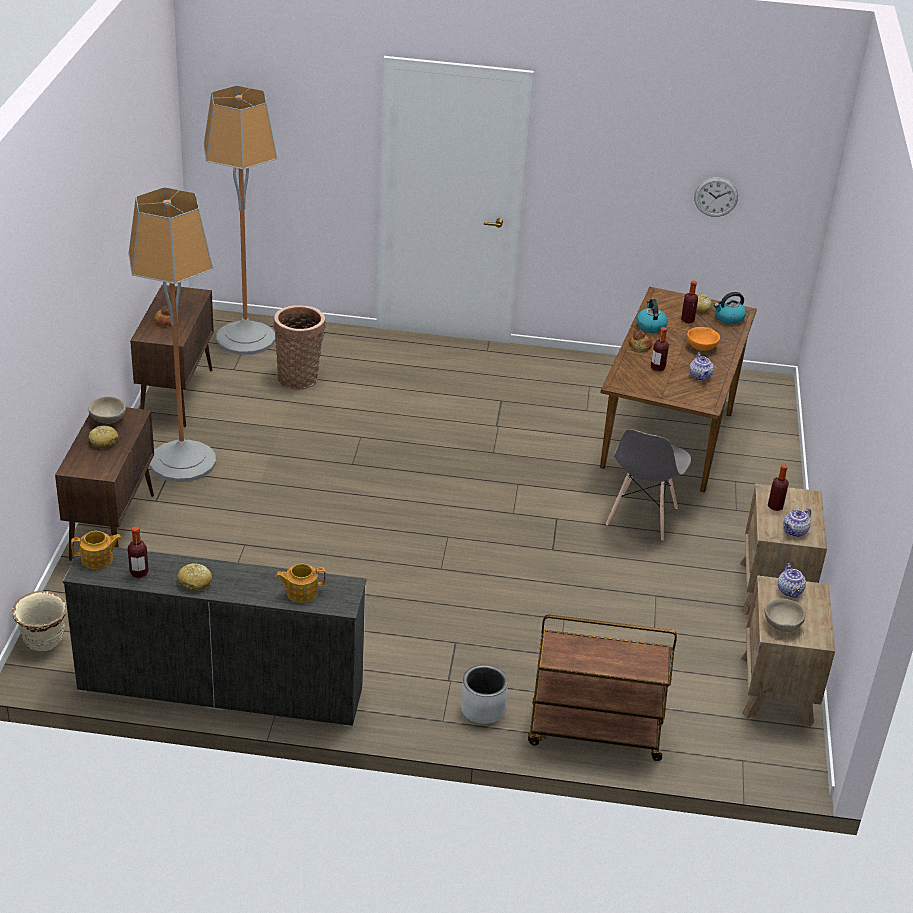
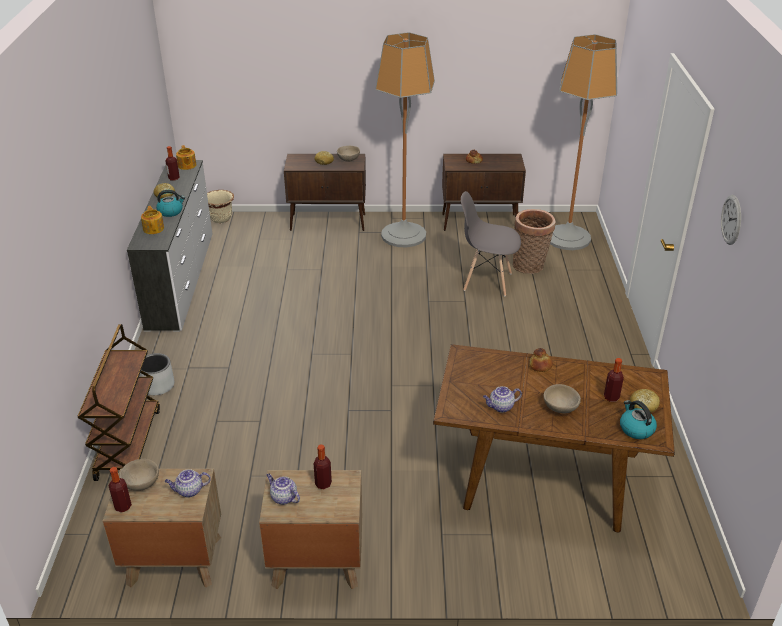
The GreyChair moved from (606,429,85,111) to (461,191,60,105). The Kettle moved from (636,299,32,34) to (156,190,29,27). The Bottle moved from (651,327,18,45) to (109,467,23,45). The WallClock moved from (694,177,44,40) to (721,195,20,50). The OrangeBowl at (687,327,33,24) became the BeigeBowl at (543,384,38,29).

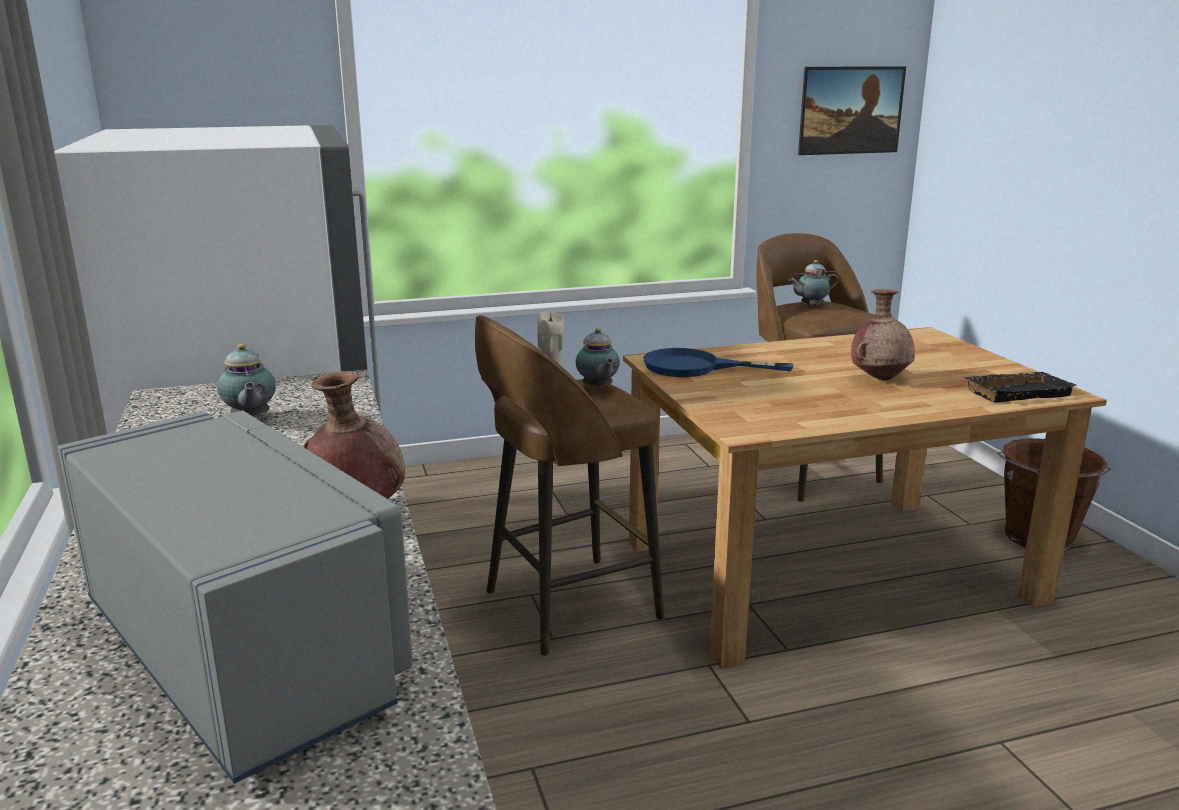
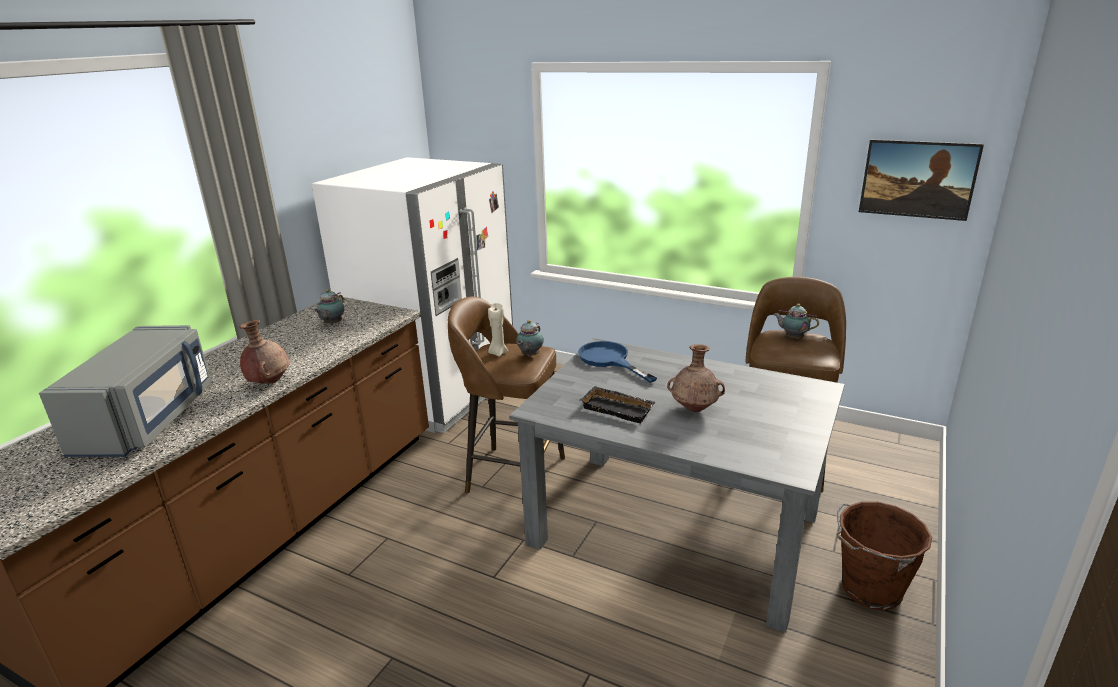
The BlackTray moved from (965,372,111,30) to (580,386,76,37). The BrownDiningTable at (623,327,484,341) became the GreyDiningTable at (509,338,336,295).

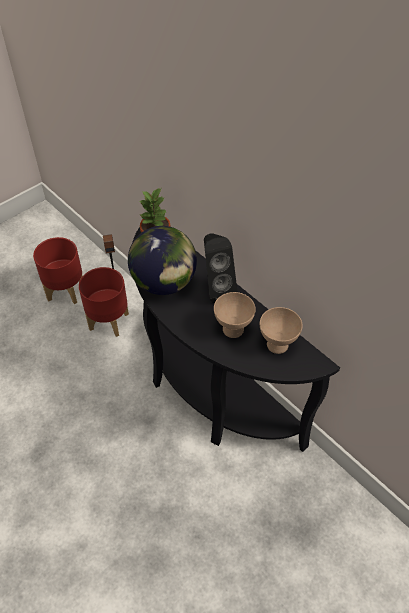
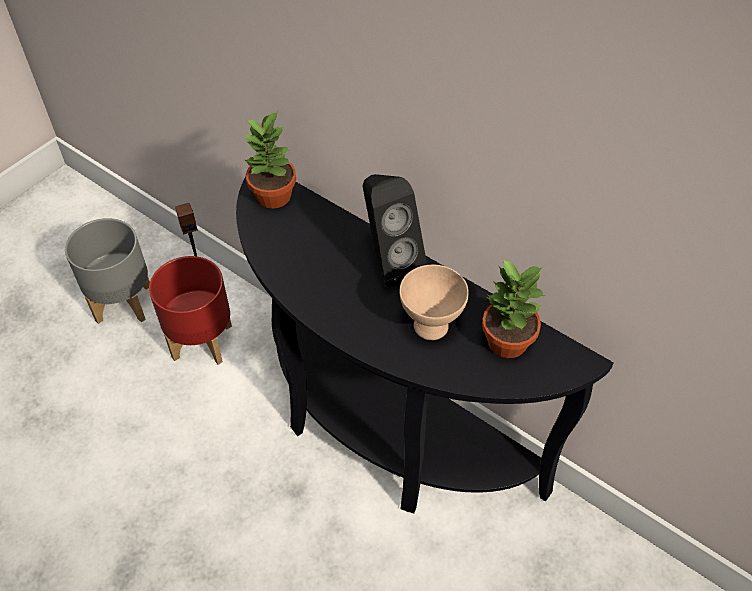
The Globe at (128,226,69,69) disappeared. The BeigeBowl at (260,307,43,47) was replaced by the PottedPlant at (482,259,63,99). The RedPlanter at (33,237,50,67) became the GreyPlanter at (65,218,85,106).

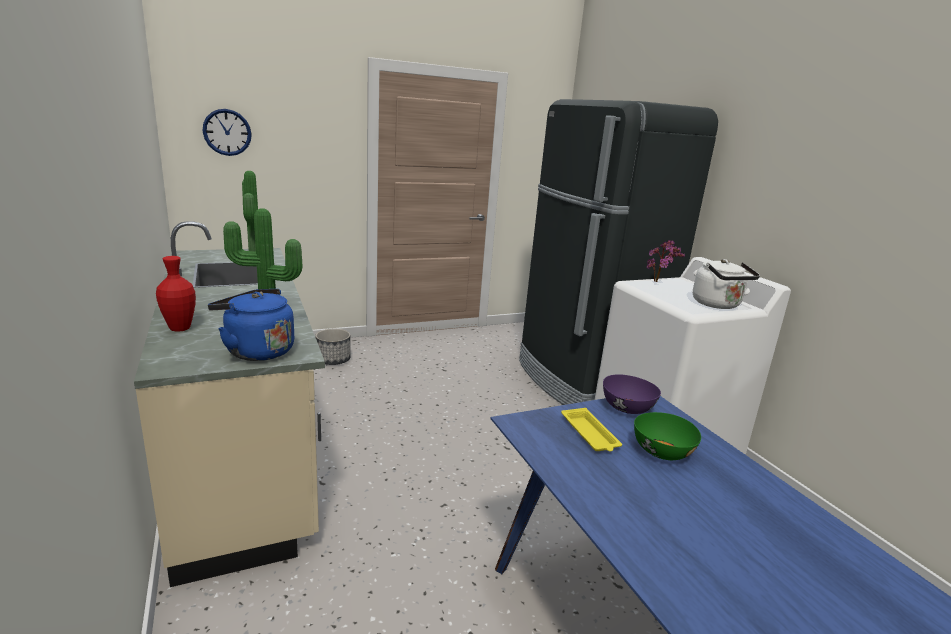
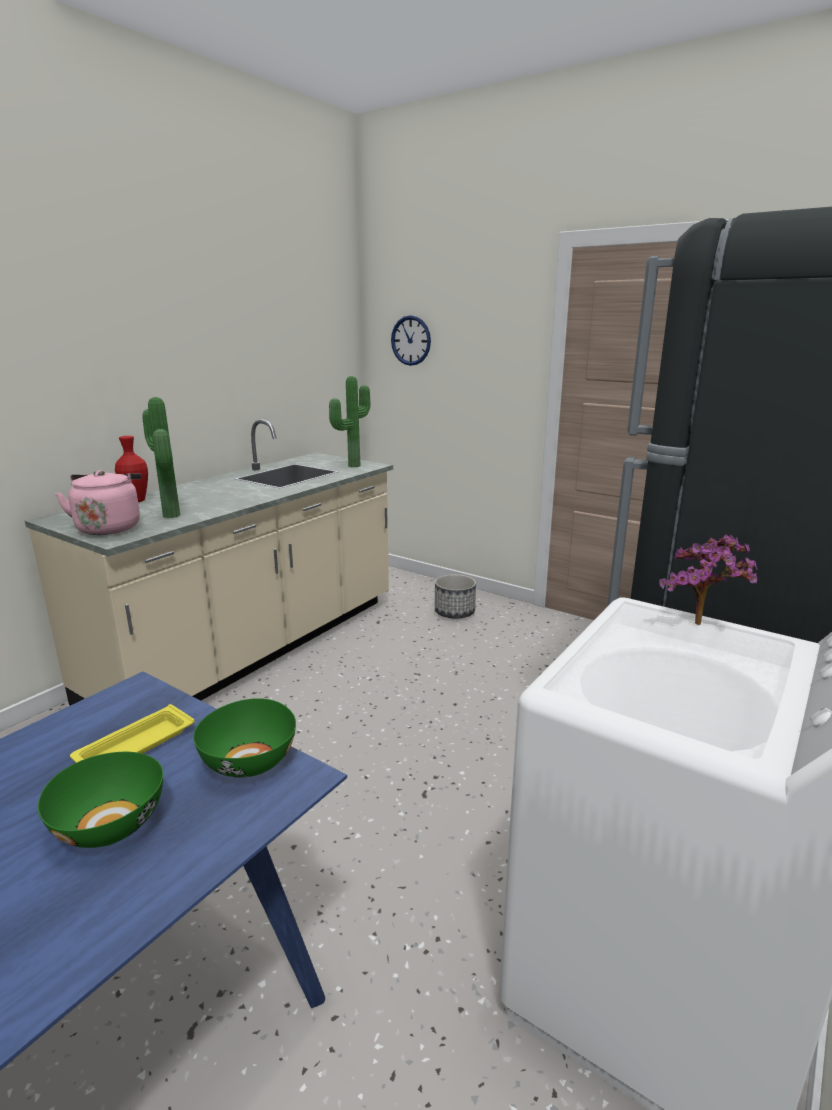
The WhiteKettle at (693,259,67,50) disappeared. The BlueKettle at (208,289,86,72) became the PinkKettle at (55,470,86,65). The PurpleBowl at (603,374,58,40) became the GreenBowl at (193,698,103,79).

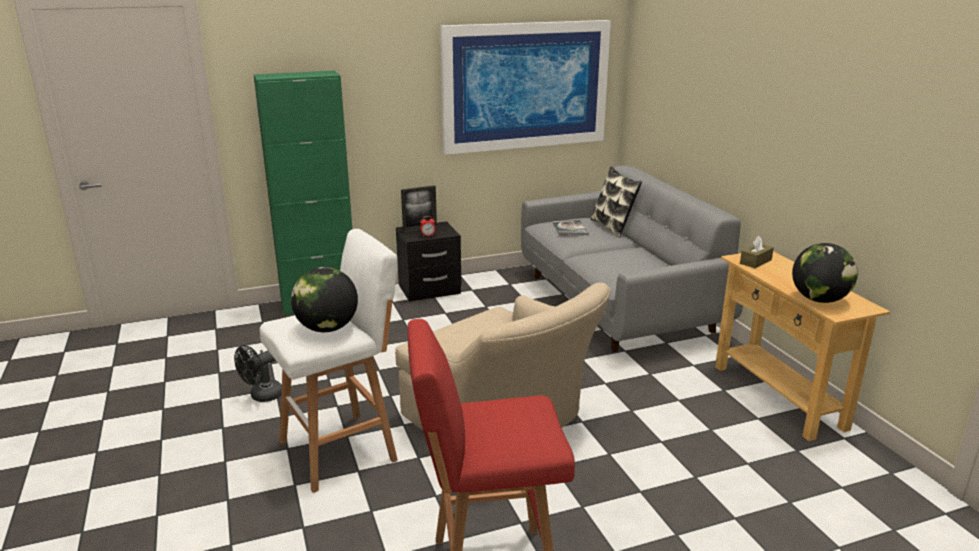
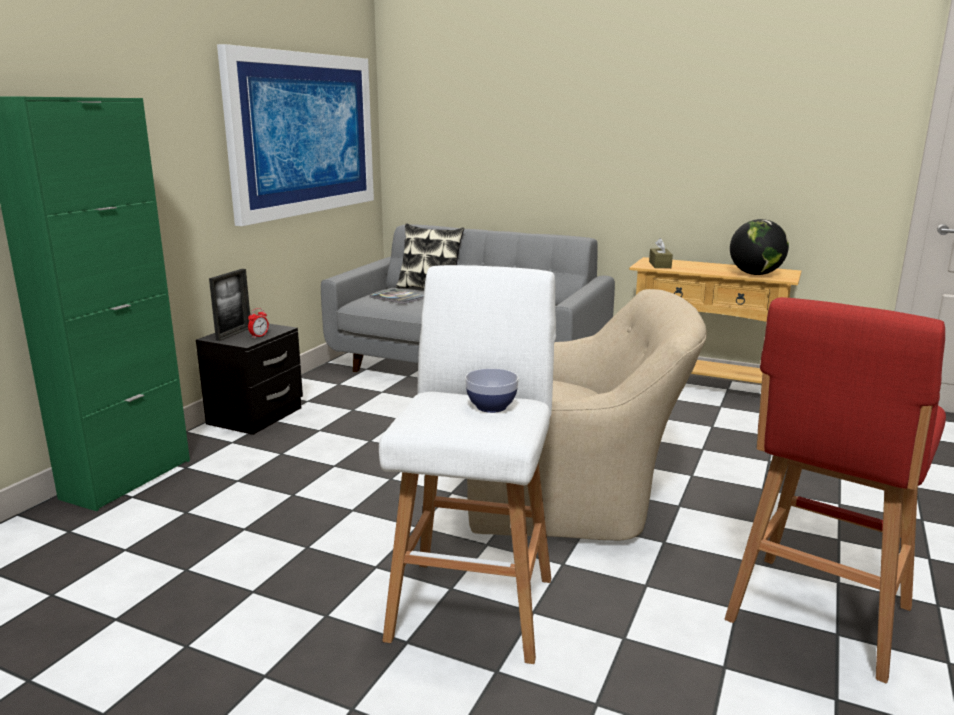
The BlackFan at (234,345,48,57) disappeared. The Globe at (291,267,67,65) was replaced by the Bowl at (465,369,54,44).

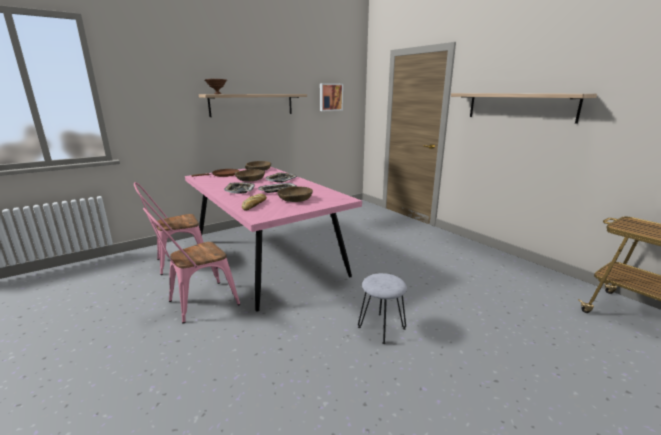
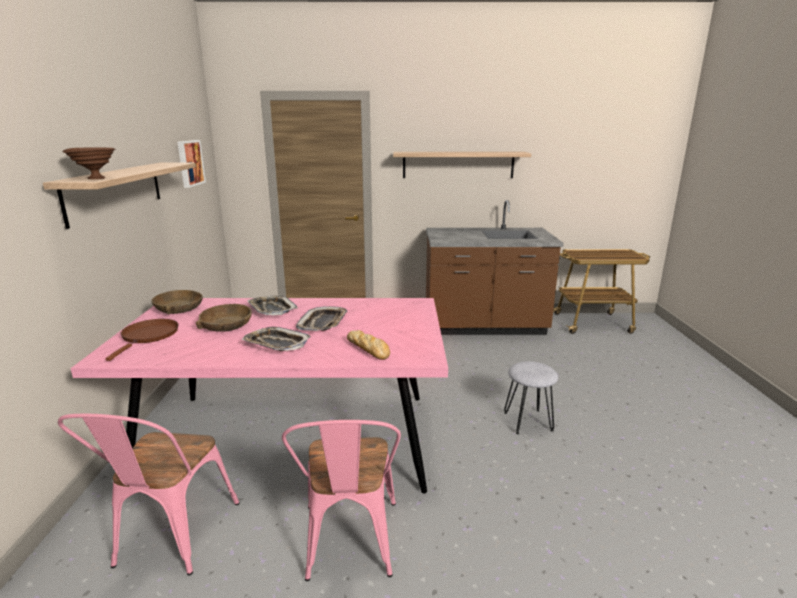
The BrownBowl at (277,186,36,16) disappeared. The BrownCounter at (426,200,138,135) appeared.

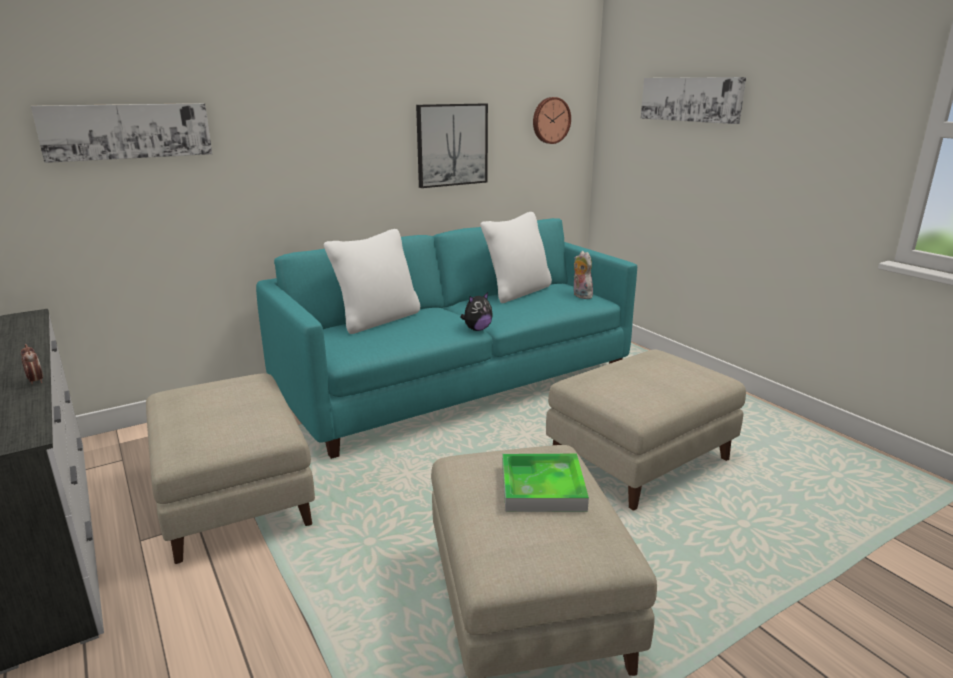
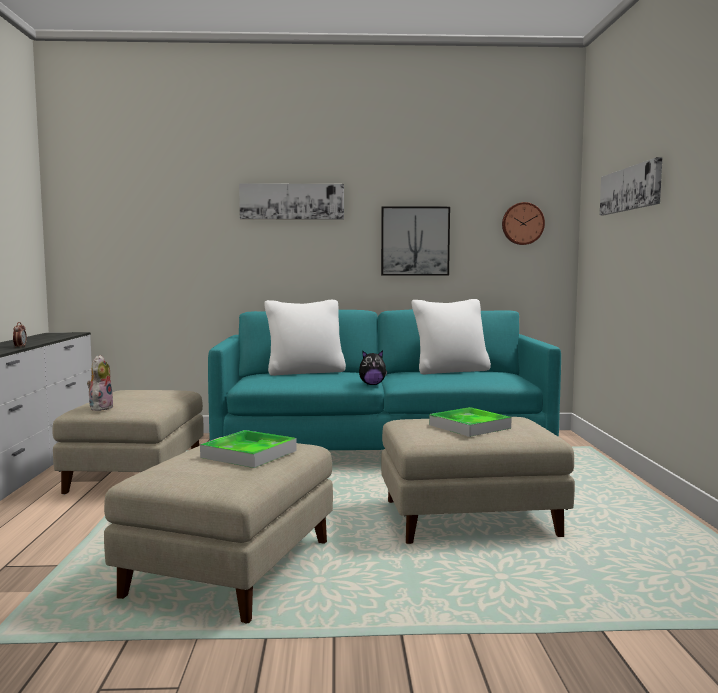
The Tray at (429,407,83,30) appeared. The Picture moved from (31,103,181,60) to (239,183,105,37). The PlushToy moved from (574,251,19,48) to (87,355,26,56).

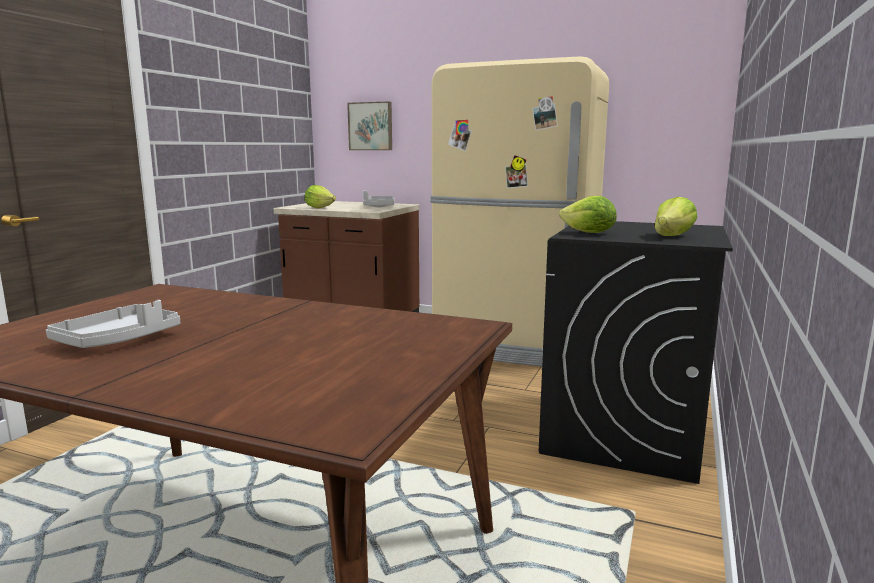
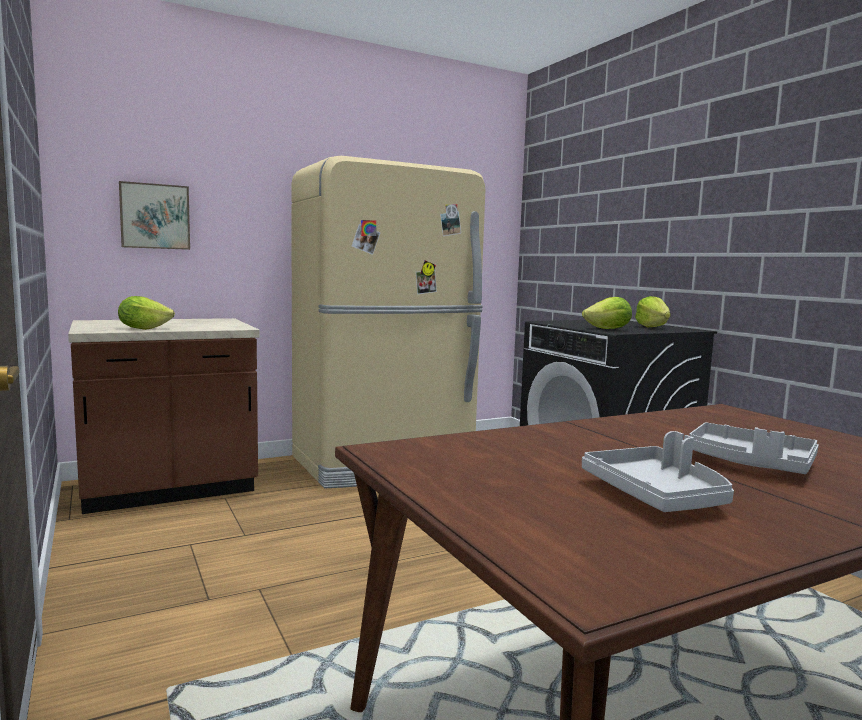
The GreyTray moved from (363,191,31,16) to (689,423,130,51).

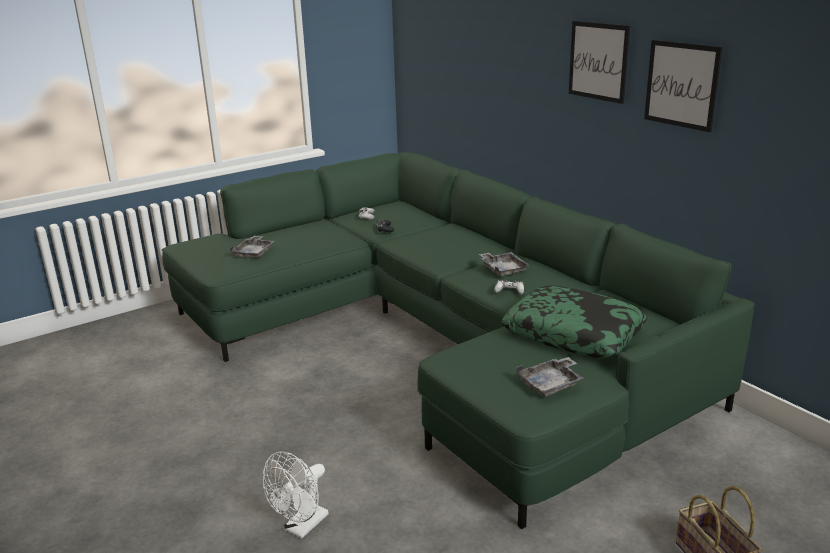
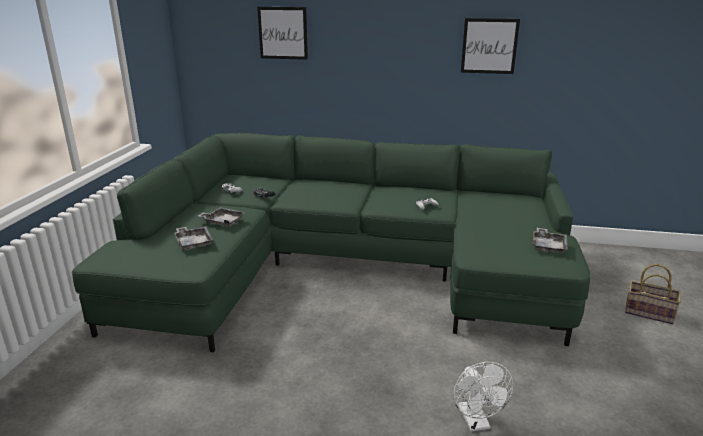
The Pillow at (501,285,146,73) disappeared. The GreyTray moved from (479,252,50,24) to (198,207,48,20). The Picture moved from (569,21,61,83) to (257,7,51,53).

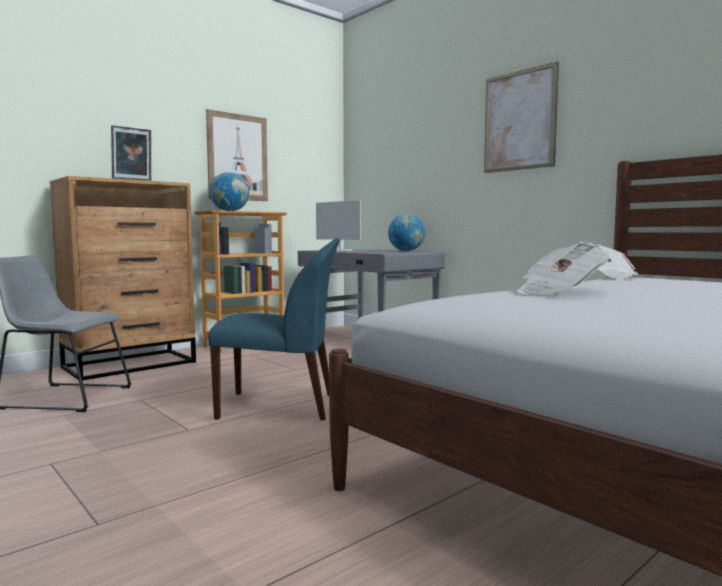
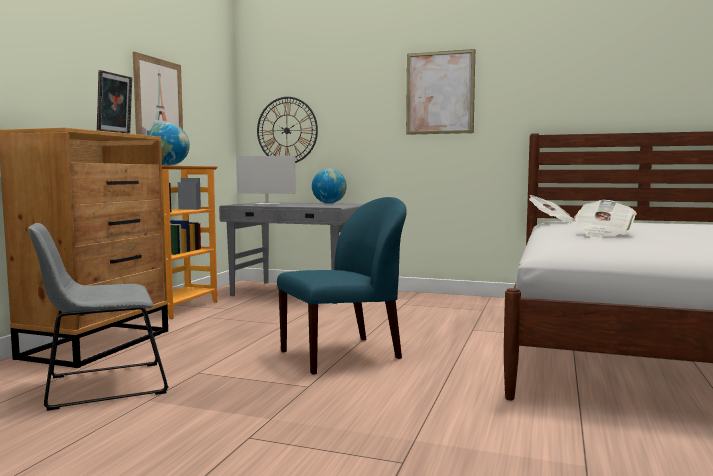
The WallClock at (257,97,61,66) appeared.

